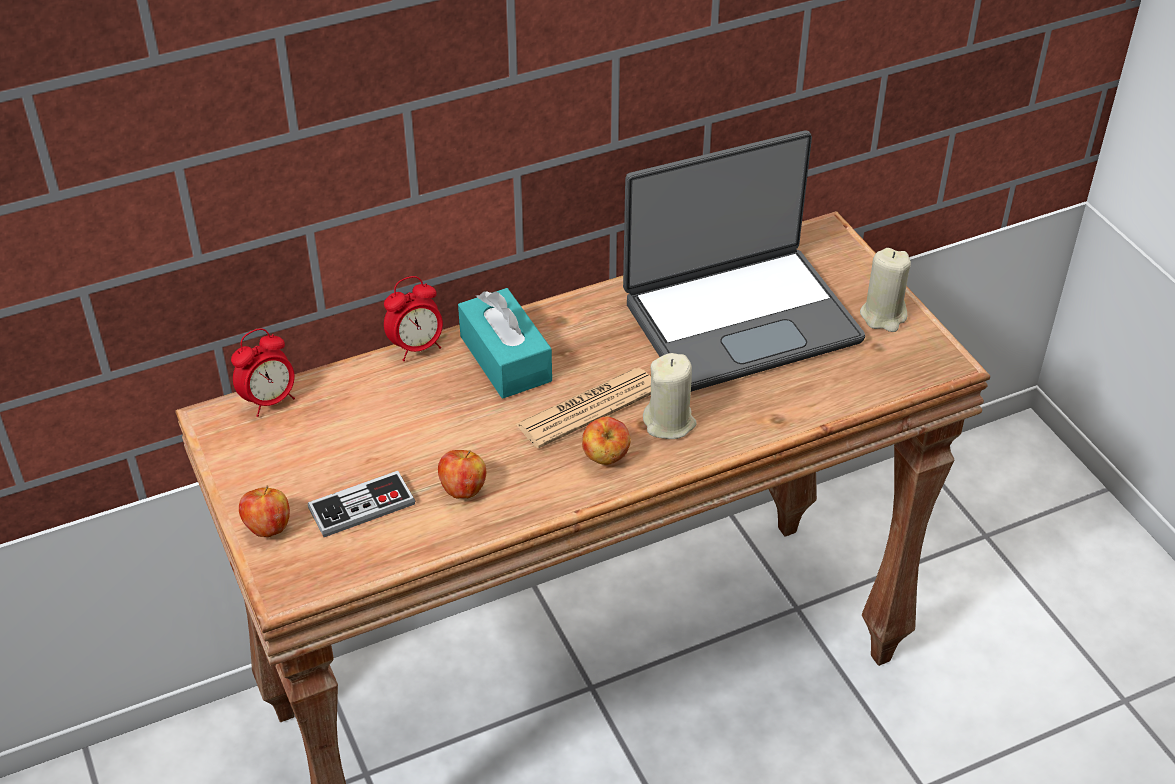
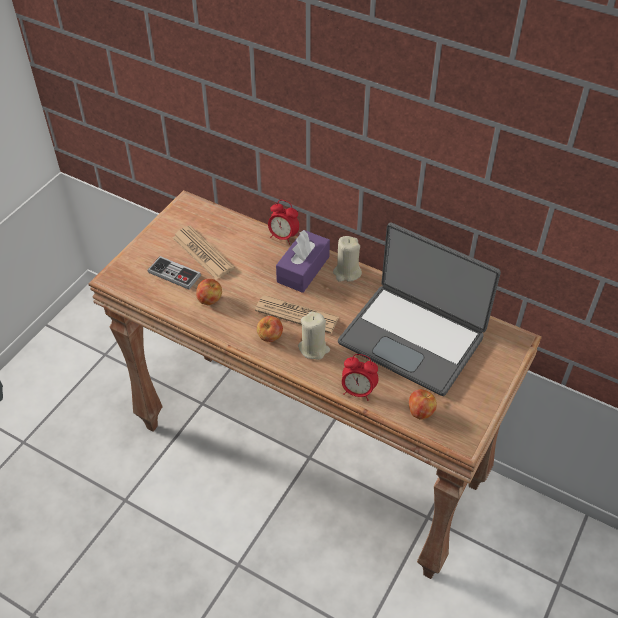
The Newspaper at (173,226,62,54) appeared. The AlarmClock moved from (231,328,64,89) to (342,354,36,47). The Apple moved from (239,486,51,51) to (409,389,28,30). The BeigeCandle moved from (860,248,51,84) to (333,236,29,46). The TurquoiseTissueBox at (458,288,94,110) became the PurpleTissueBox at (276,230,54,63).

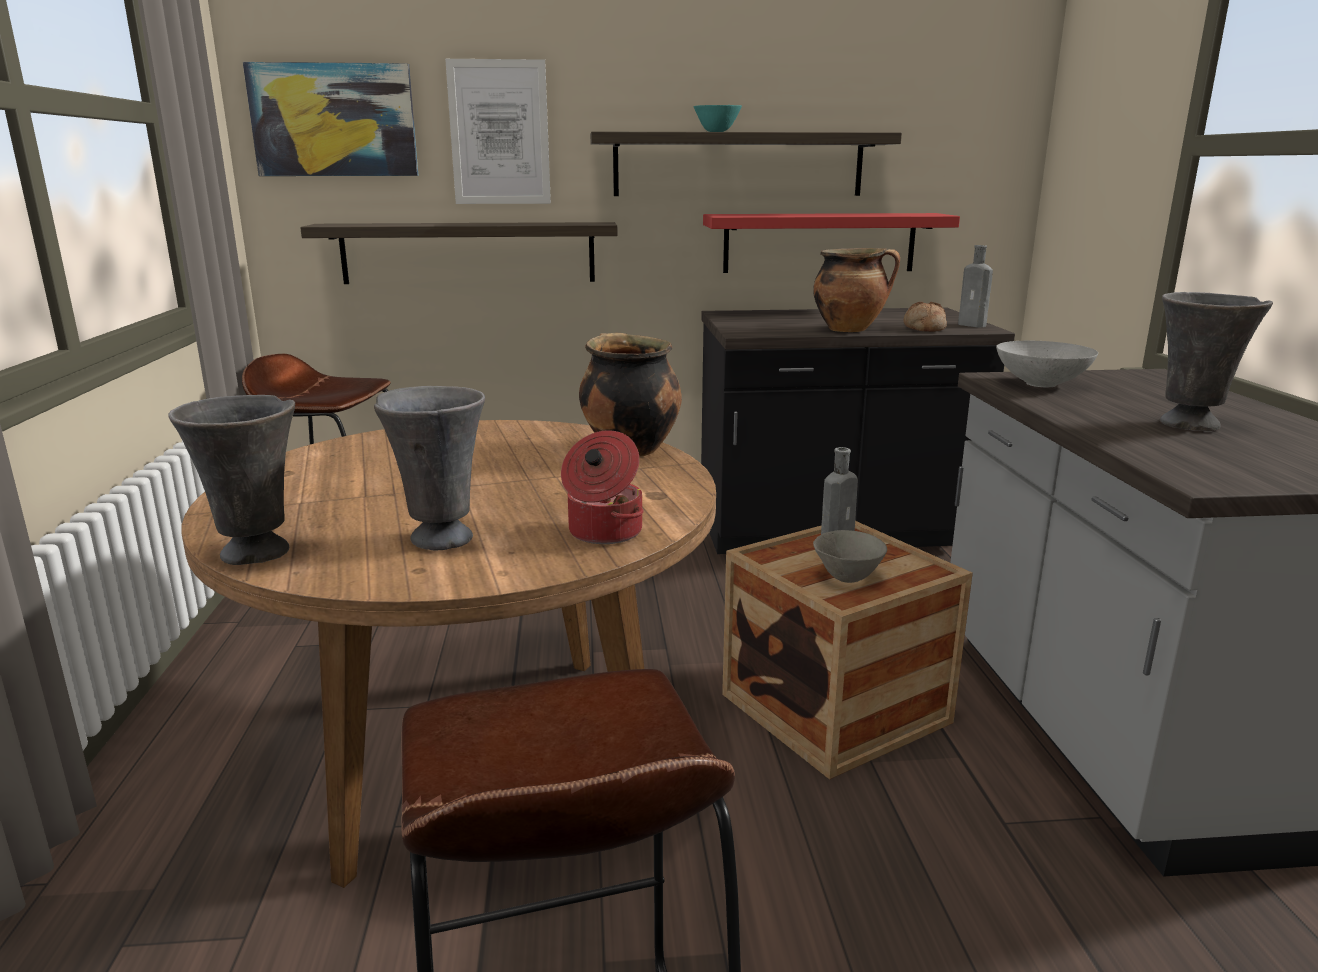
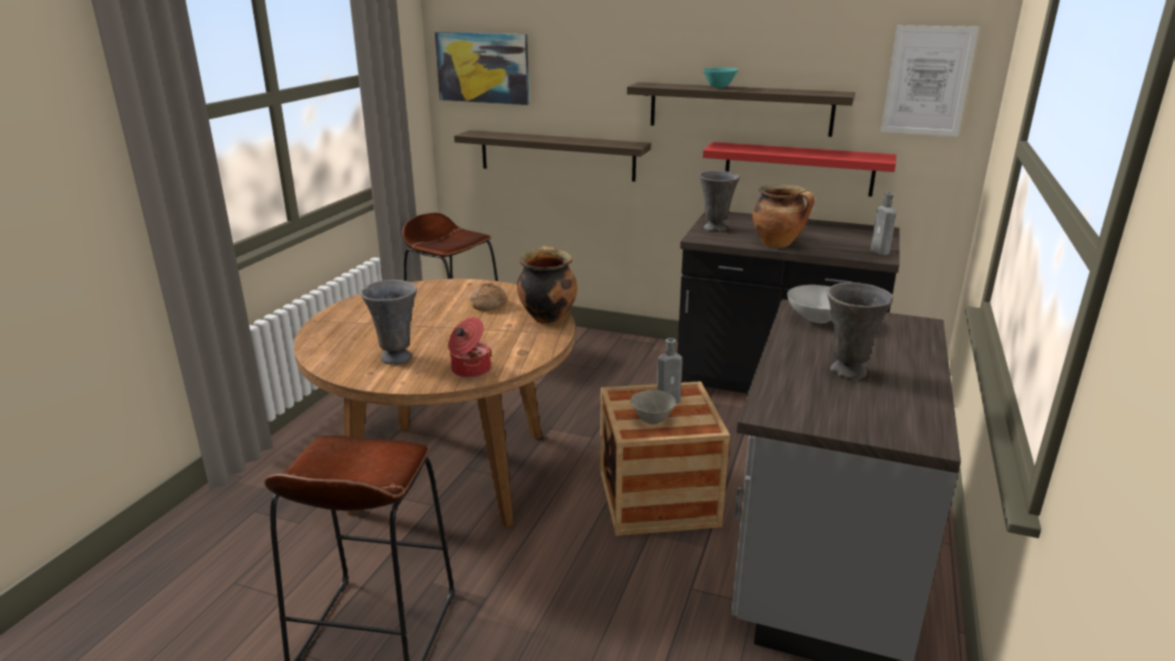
The GreyVase moved from (168,395,127,170) to (699,171,41,61). The Picture moved from (445,59,106,145) to (881,25,98,112). The Bread moved from (903,302,44,30) to (470,283,37,28).

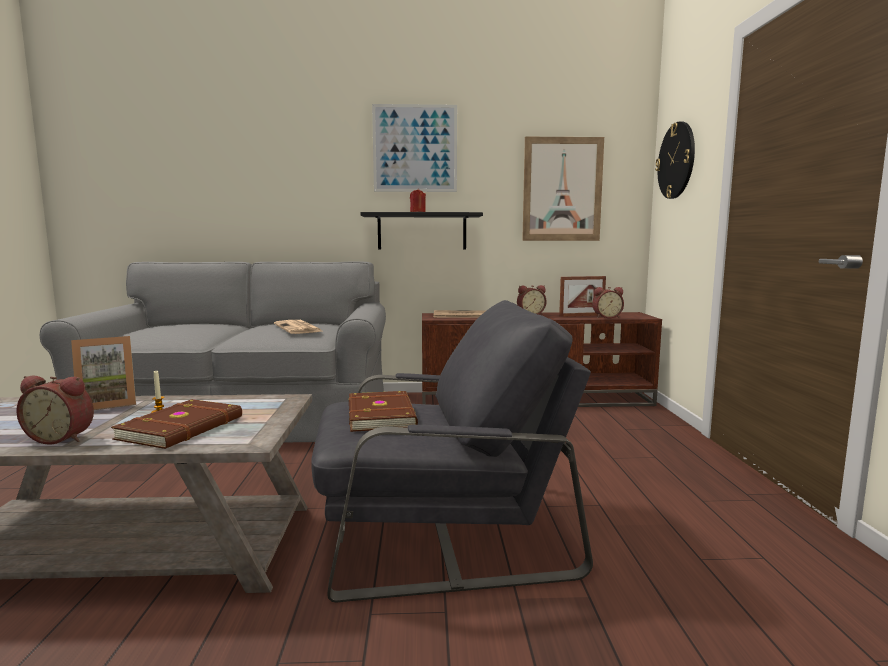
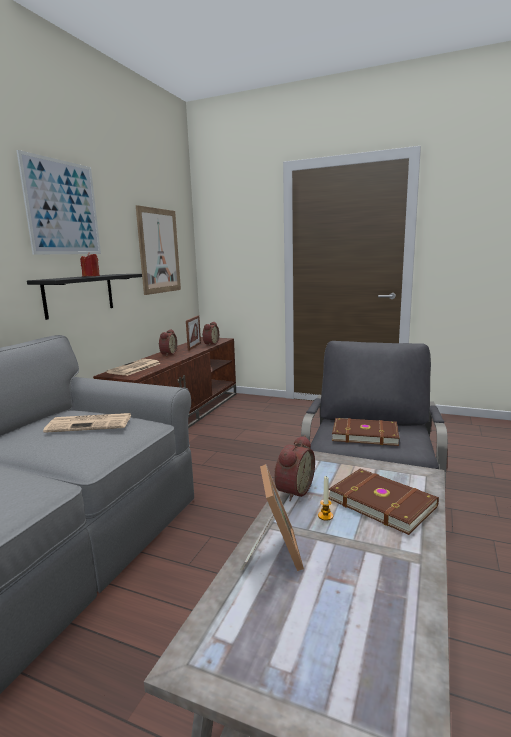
The WallClock at (655,122,40,77) disappeared. The AlarmClock moved from (16,376,78,68) to (274,435,41,66).

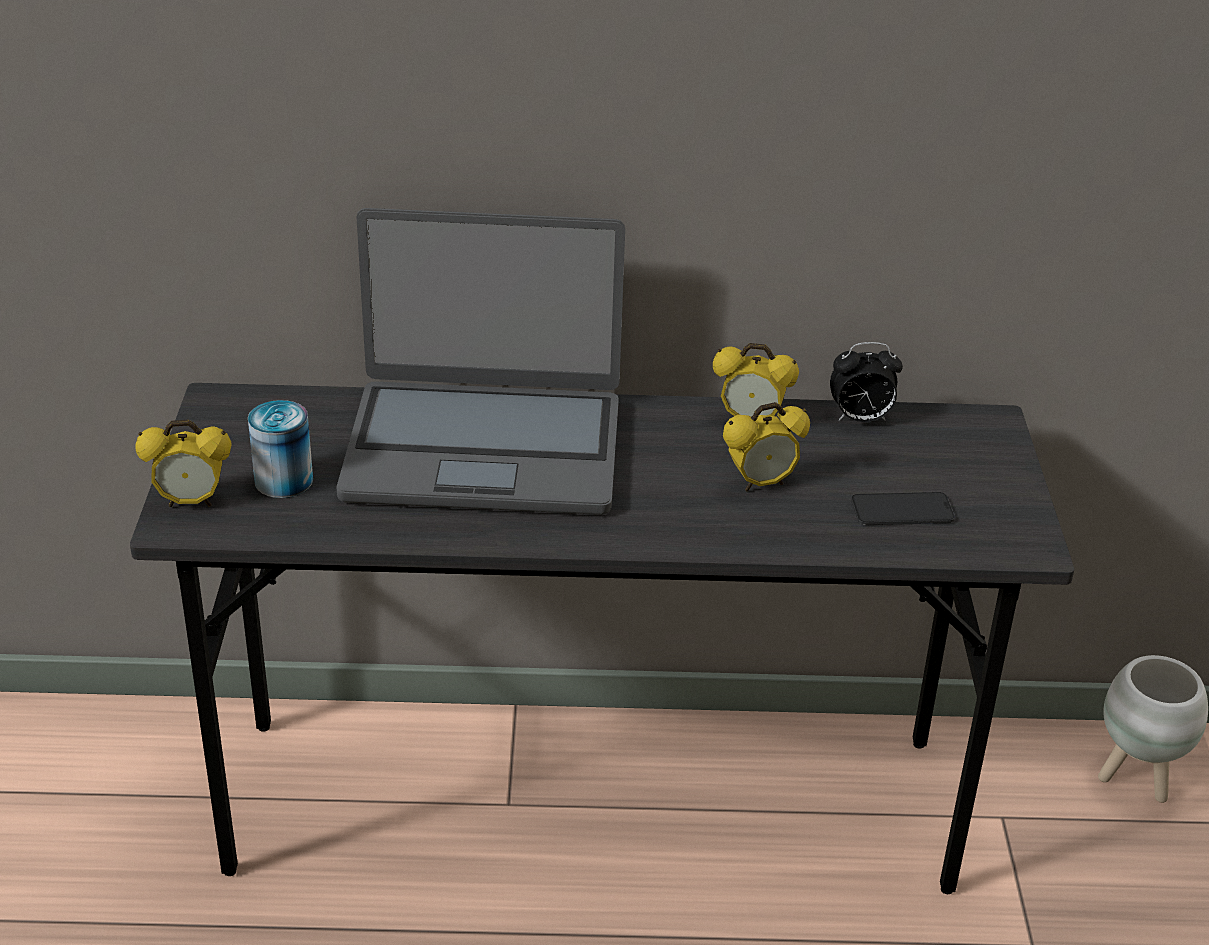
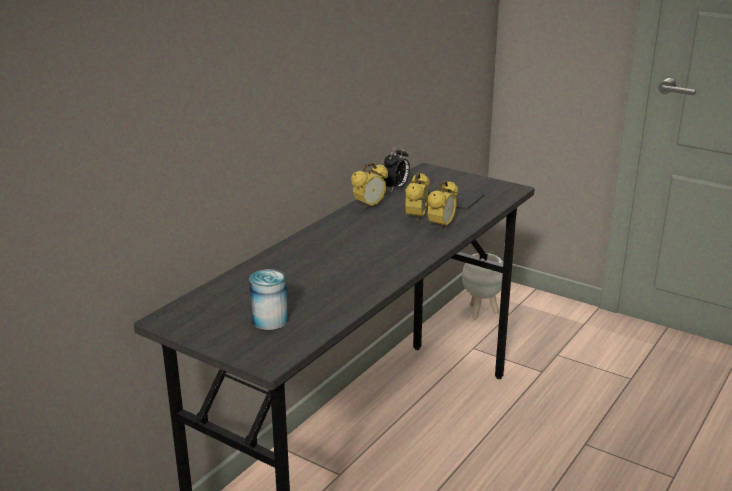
The Laptop at (336,208,289,307) disappeared. The AlarmClock moved from (135,420,97,87) to (427,180,31,51).

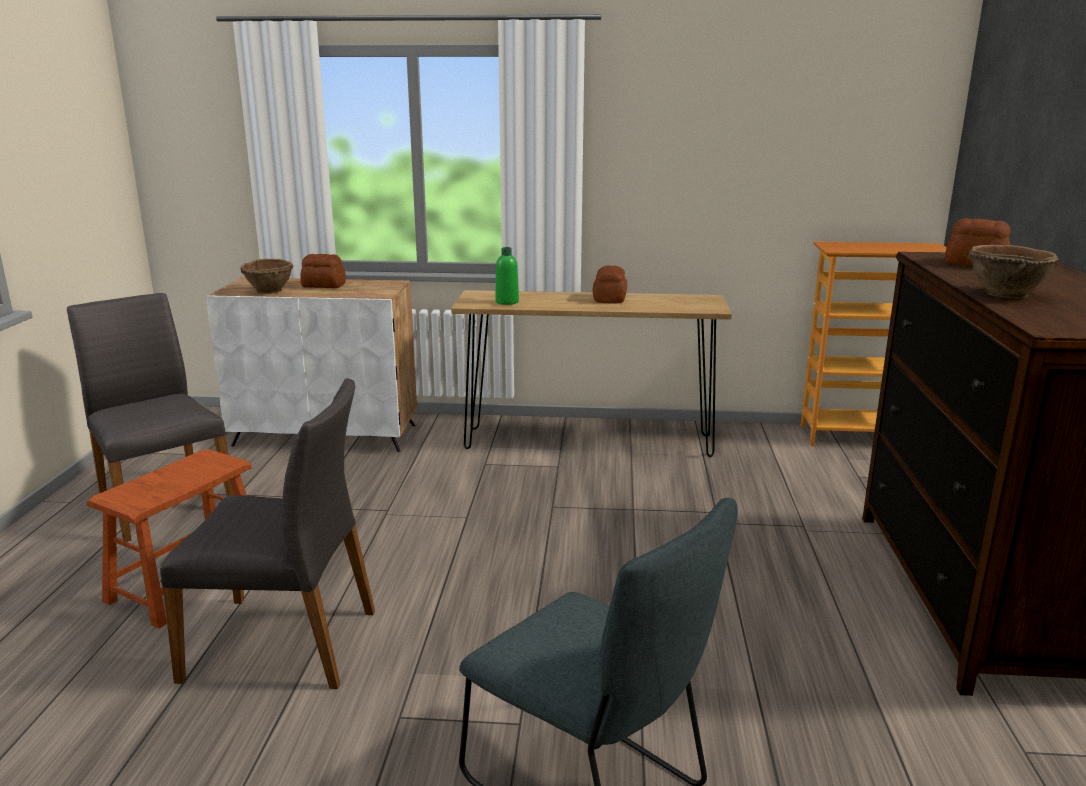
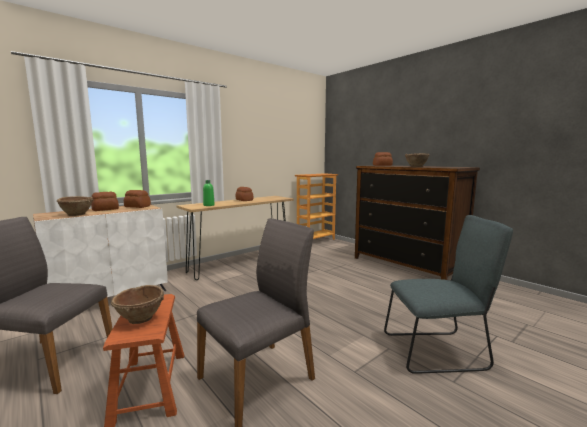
The BrownBowl at (111,285,53,39) appeared. The Bread at (124,190,27,18) appeared.

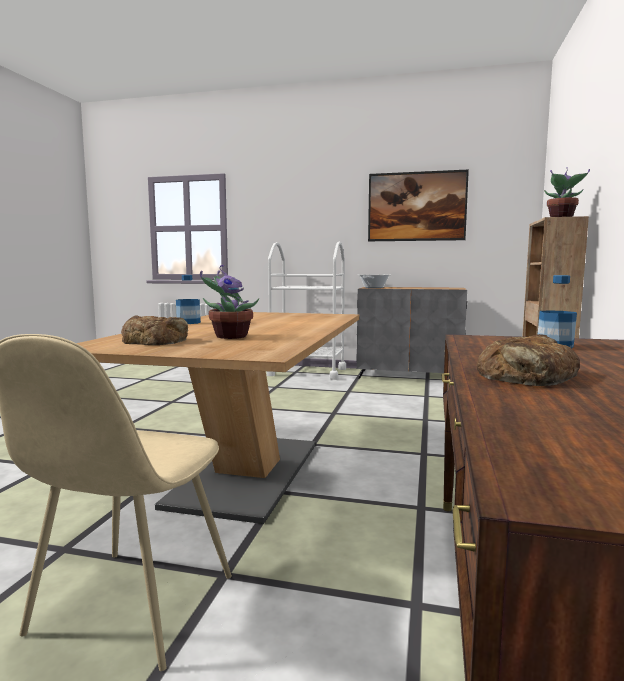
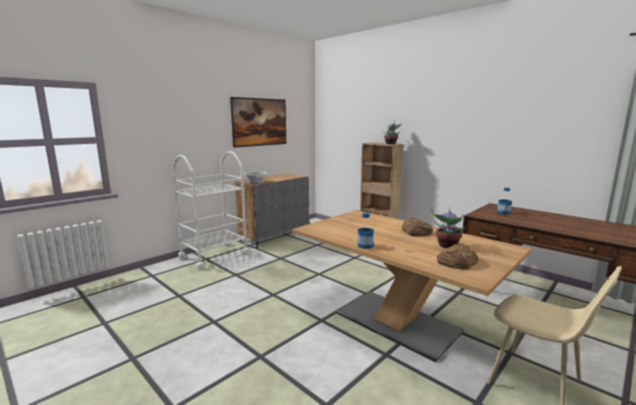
The Bread moved from (476,334,104,52) to (402,218,31,19).

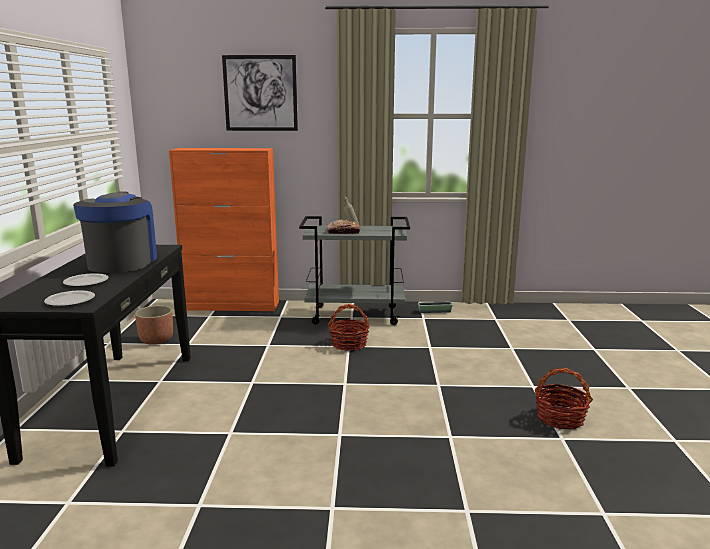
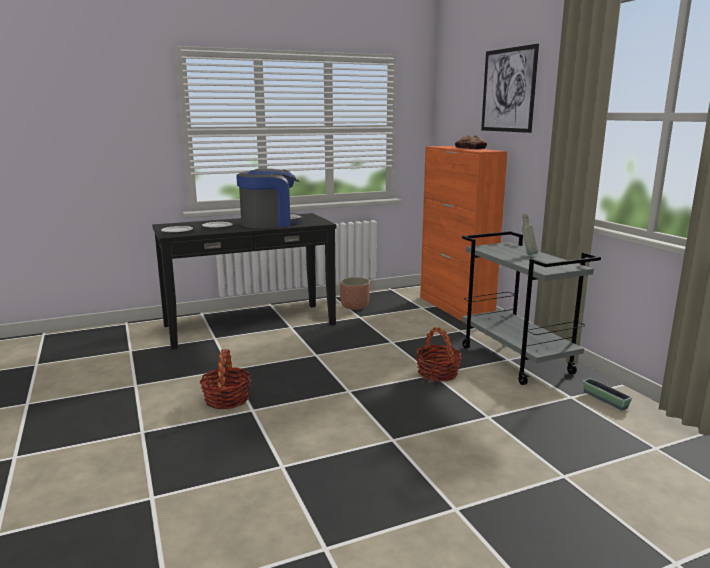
The Bread moved from (327,219,33,15) to (455,135,32,14). The Basket moved from (535,368,58,61) to (199,349,53,60).

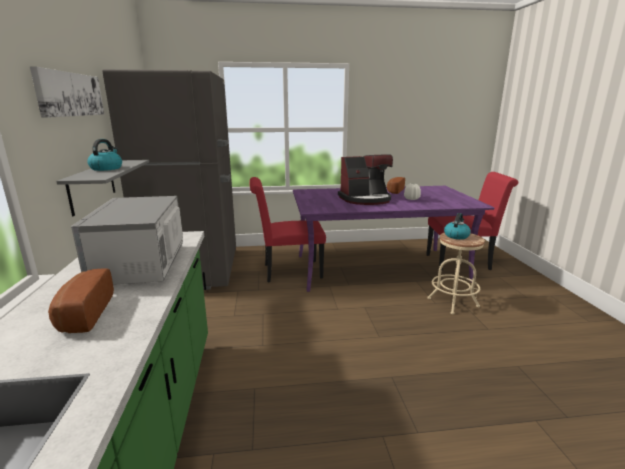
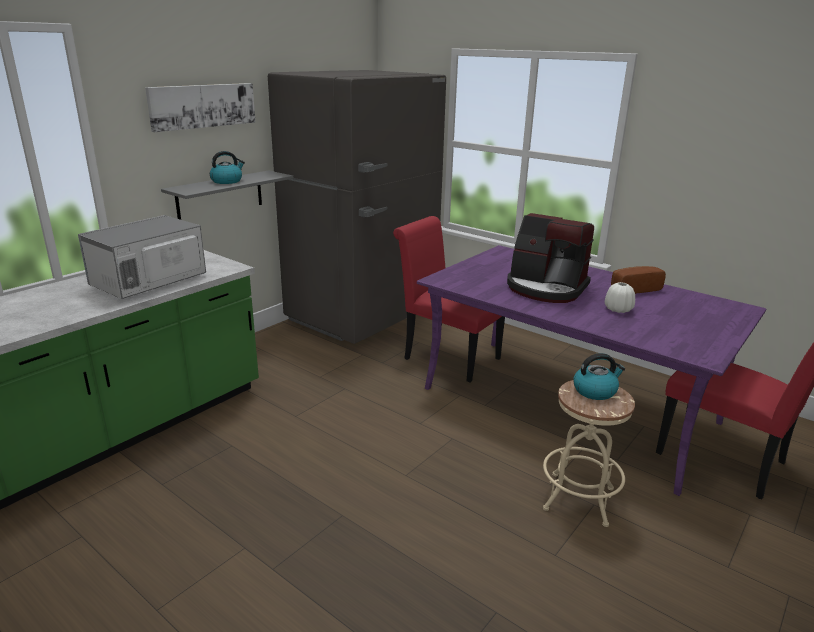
The Bread at (48,269,66,64) disappeared.

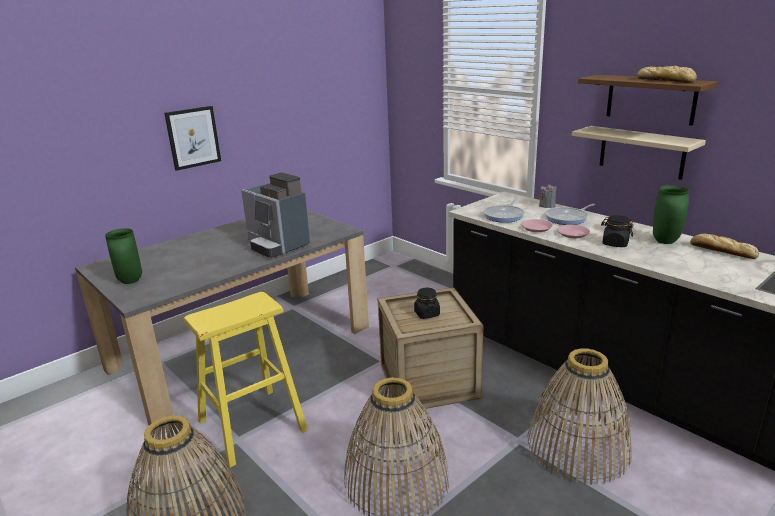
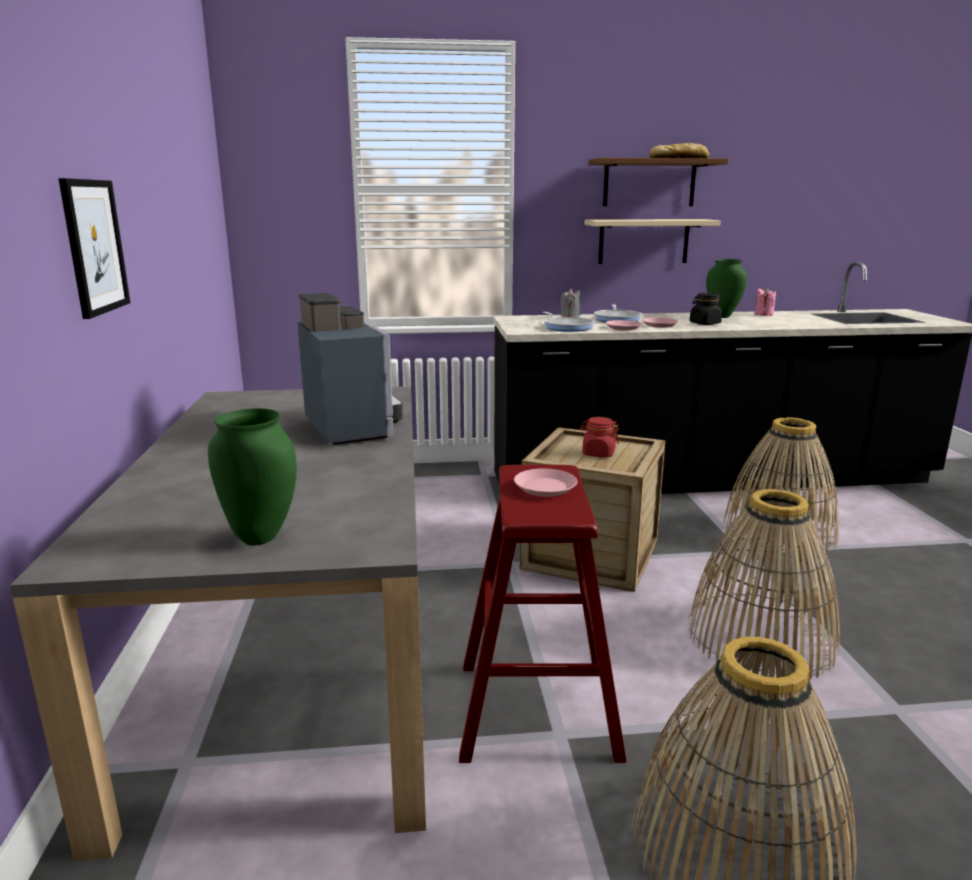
The PinkPlate at (514,469,63,28) appeared. The Bread at (690,234,69,25) was replaced by the PinkCandle at (754,287,22,29). The YellowStool at (184,292,124,176) became the RedStool at (459,465,168,298). The BlackJar at (414,288,26,31) became the RedJar at (580,417,39,40). The CoffeeMachine at (241,172,69,86) turned 105 degrees counterclockwise.

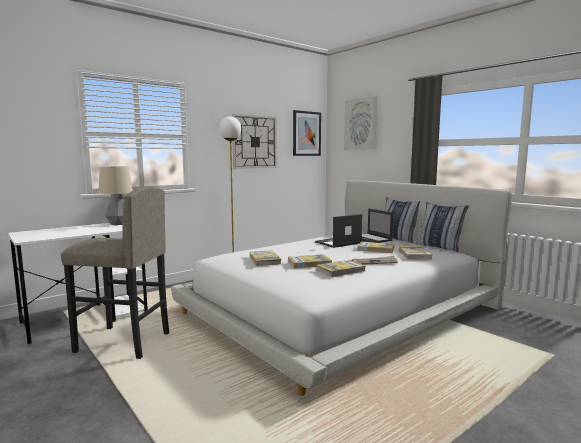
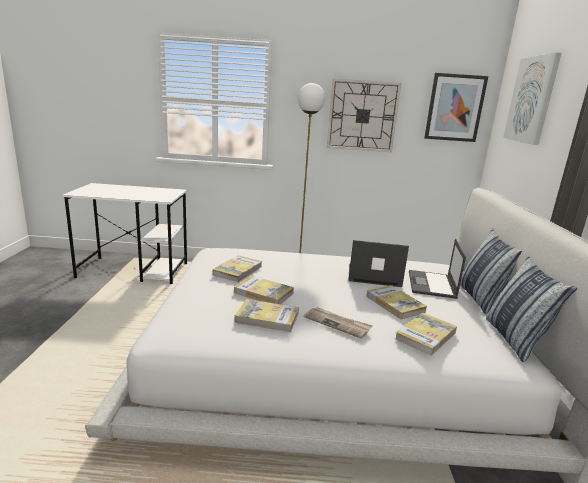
The GreyStool at (61,187,108,172) disappeared. The TableLamp at (99,166,34,59) disappeared.

